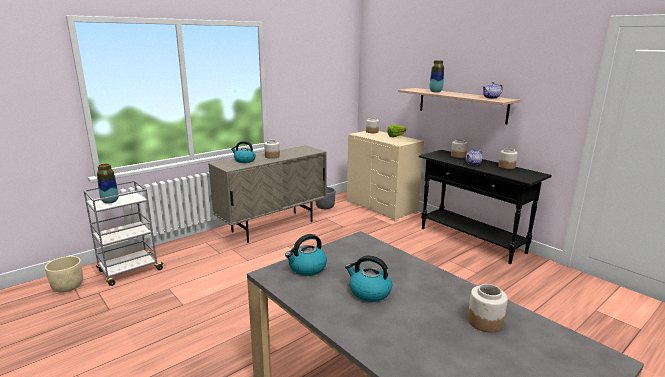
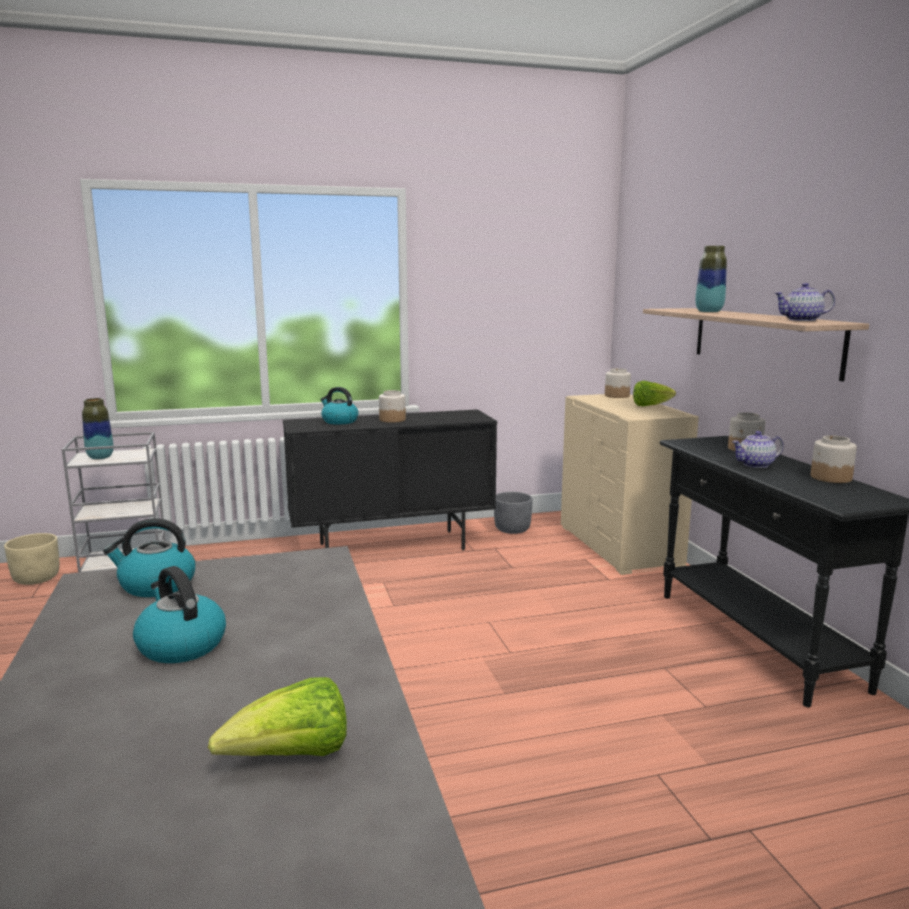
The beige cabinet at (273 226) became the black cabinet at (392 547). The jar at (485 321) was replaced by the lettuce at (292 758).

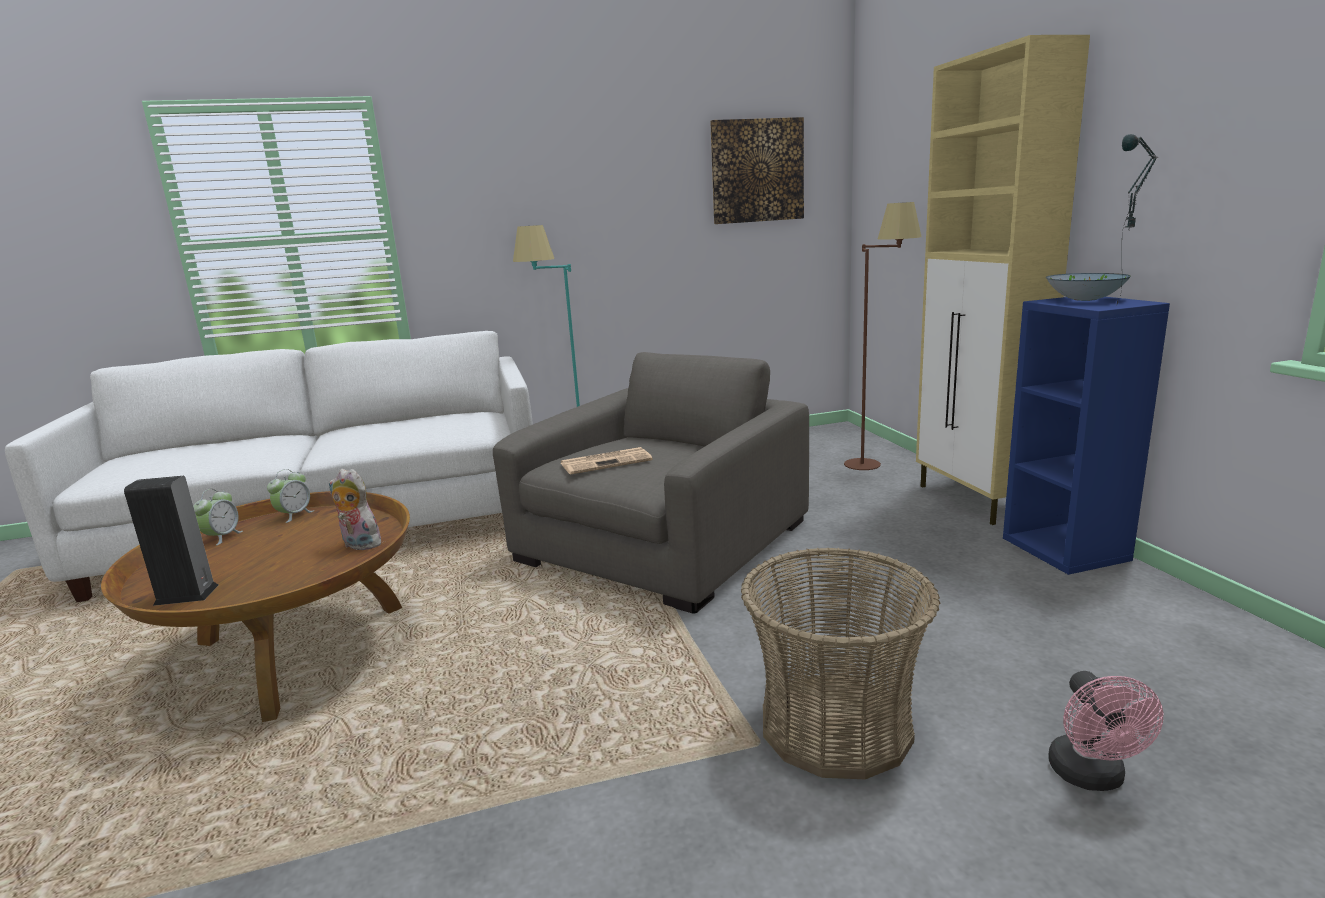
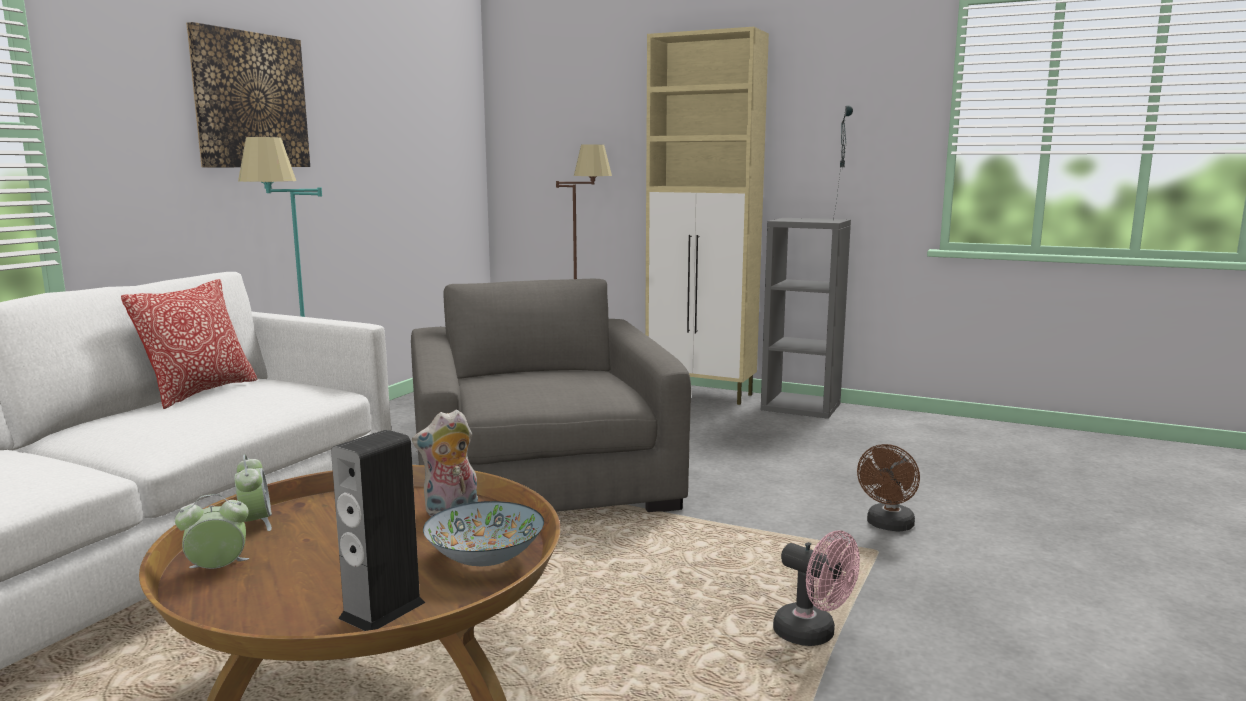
The alarm clock at (222 537) turned 75 degrees counterclockwise. The newspaper at (607 462) disappeared. The picture moved from (757 171) to (250 100). The basket at (836 726) was replaced by the brown fan at (888 526). The blue bookcase at (1066 549) became the grey bookcase at (802 406). The bowl moved from (1084 299) to (485 558). The pink fan moved from (1092 777) to (813 635). The pillow at (200 392) appeared.

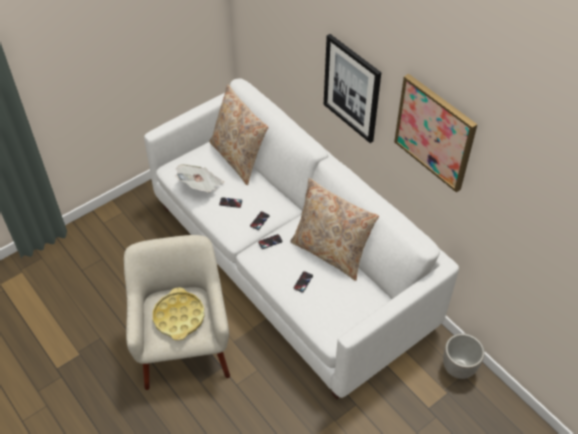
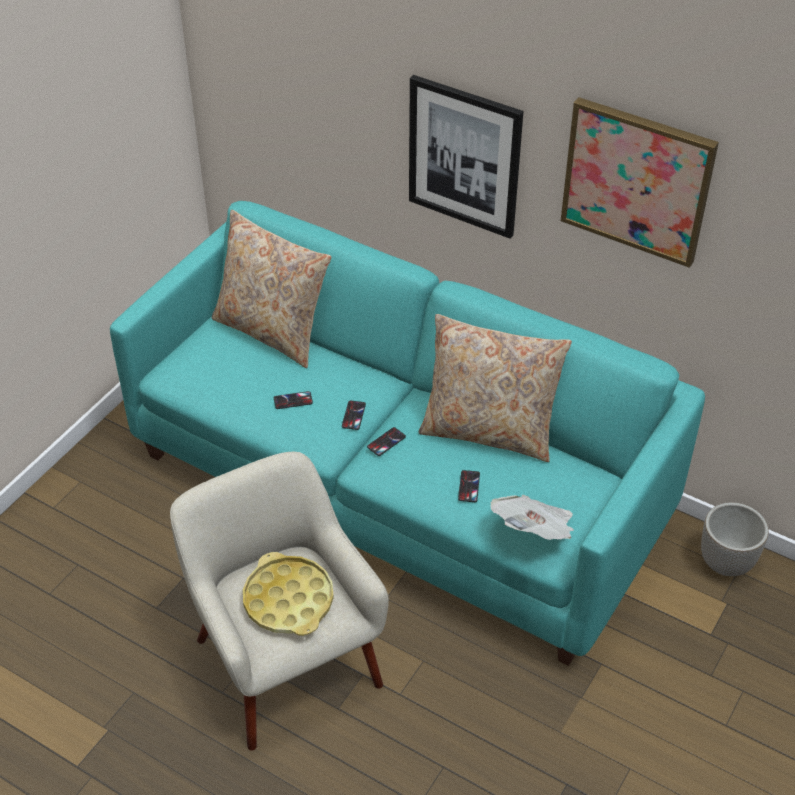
The white sofa at (289 265) became the turquoise sofa at (398 487). The newspaper moved from (201 186) to (534 531).

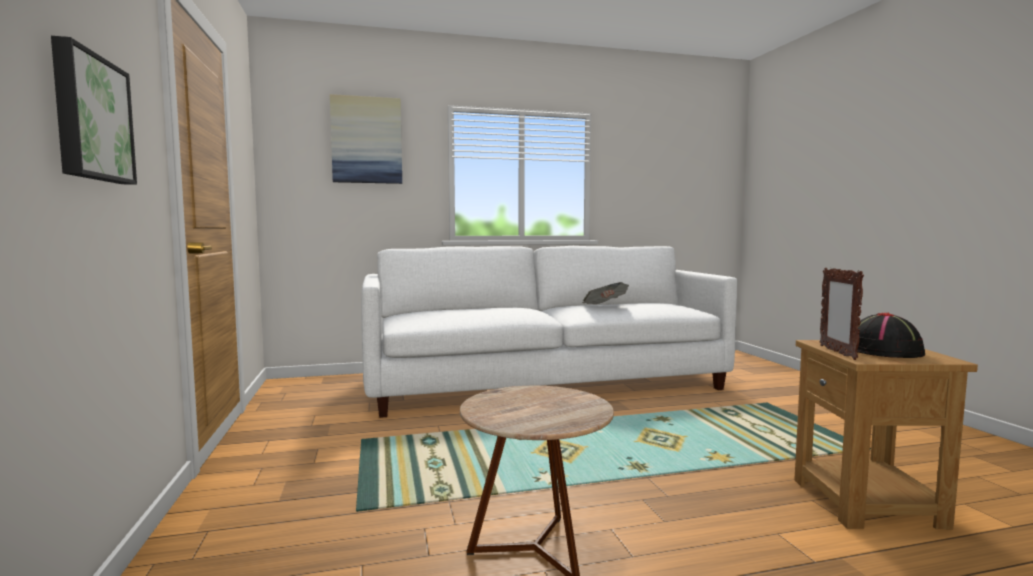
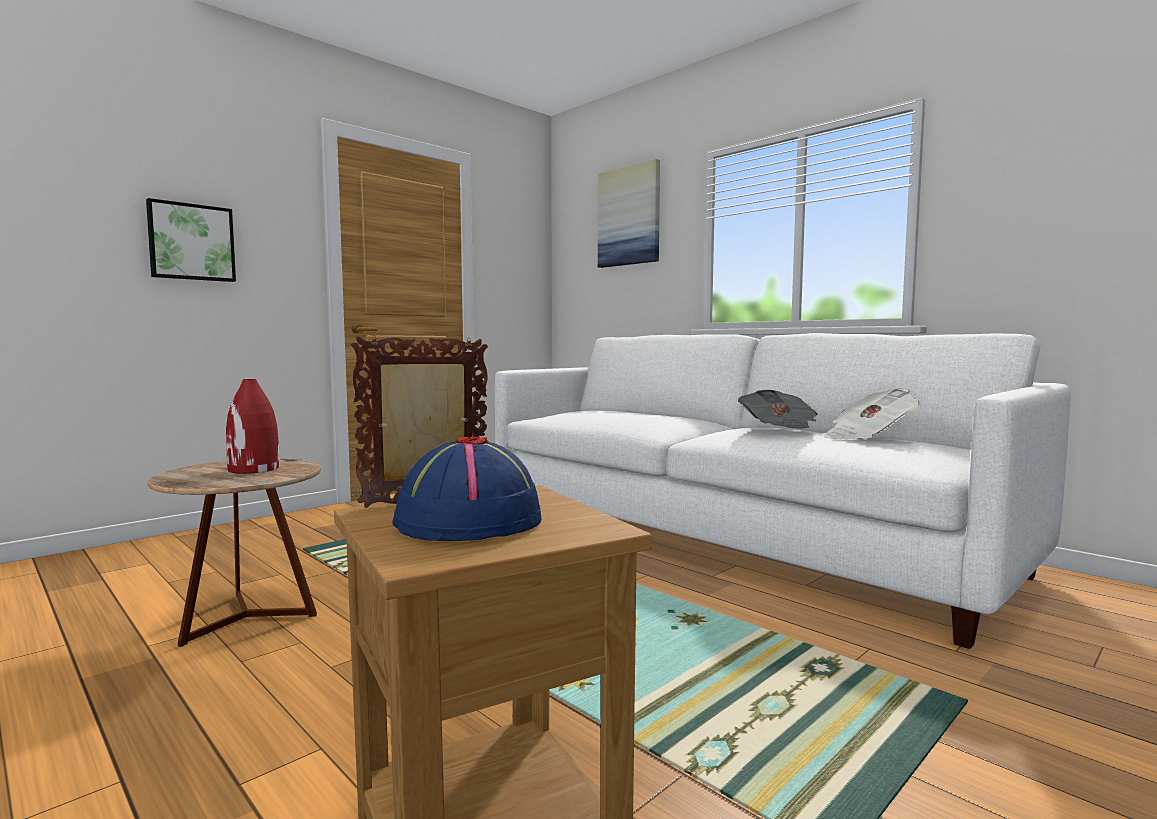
The black hat at (885 352) became the blue hat at (467 523). The red vase at (254 469) appeared. The newspaper at (867 438) appeared.

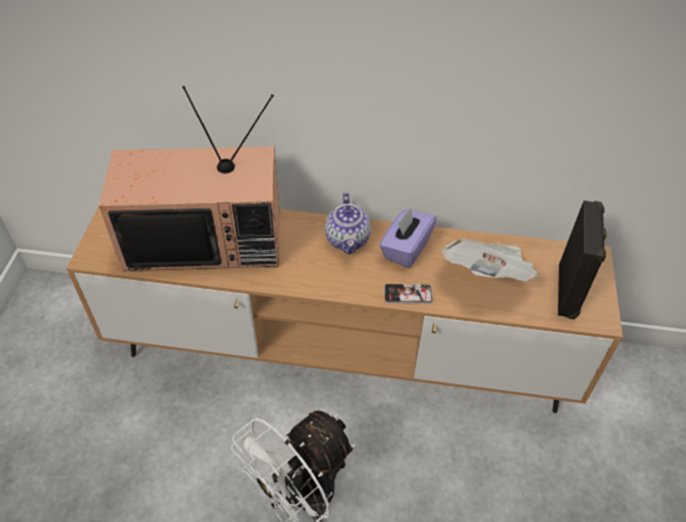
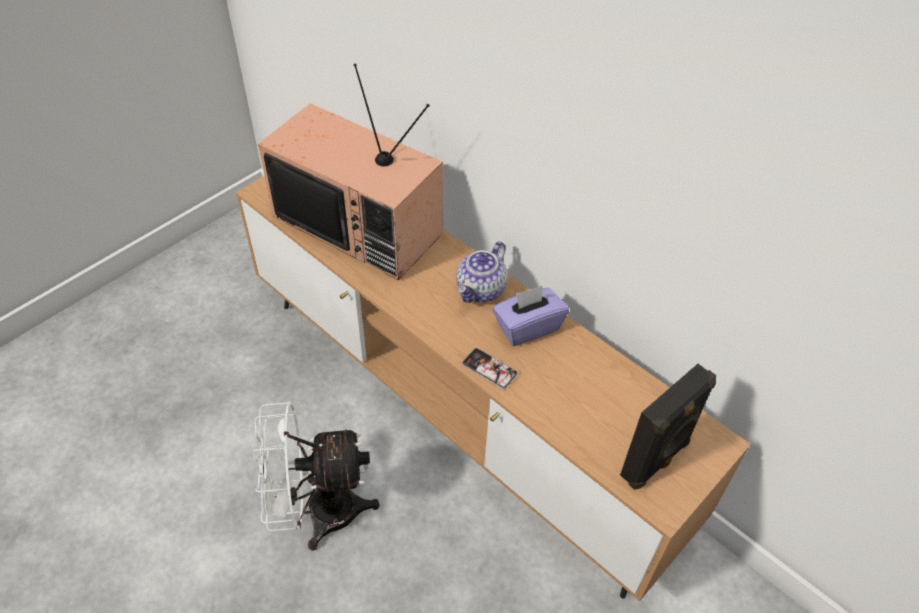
The newspaper at (487 275) disappeared.

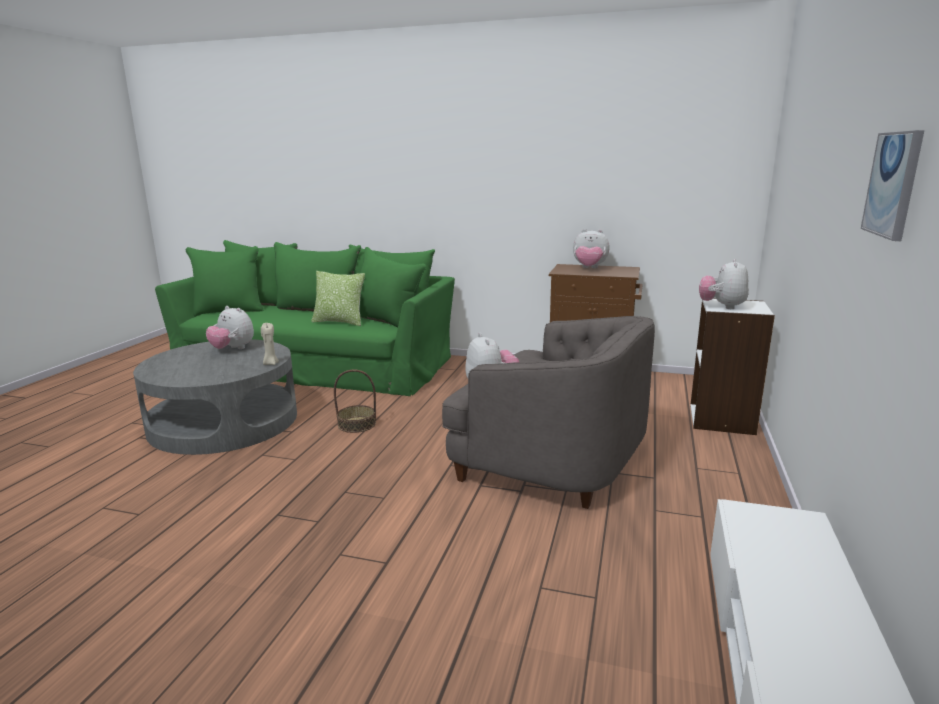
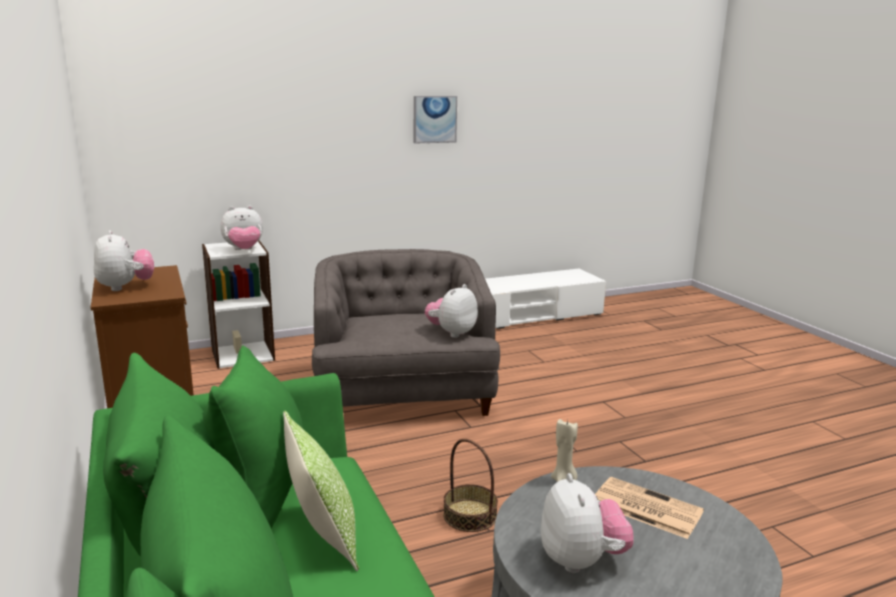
The newspaper at (644 507) appeared.

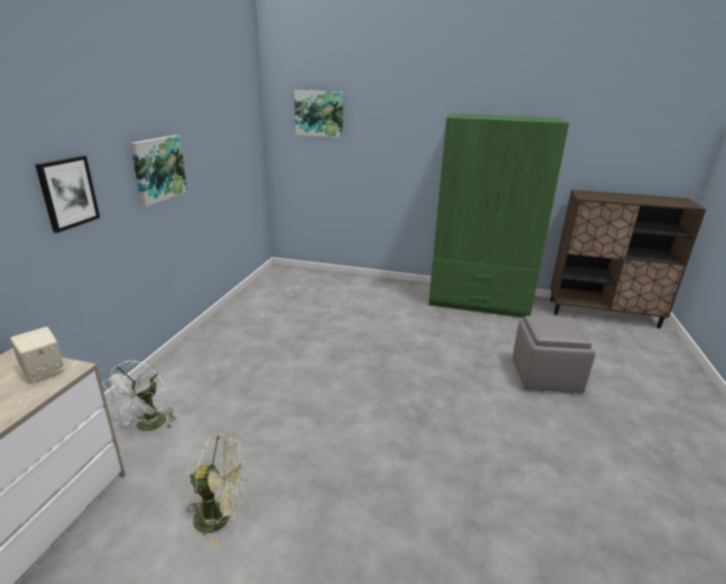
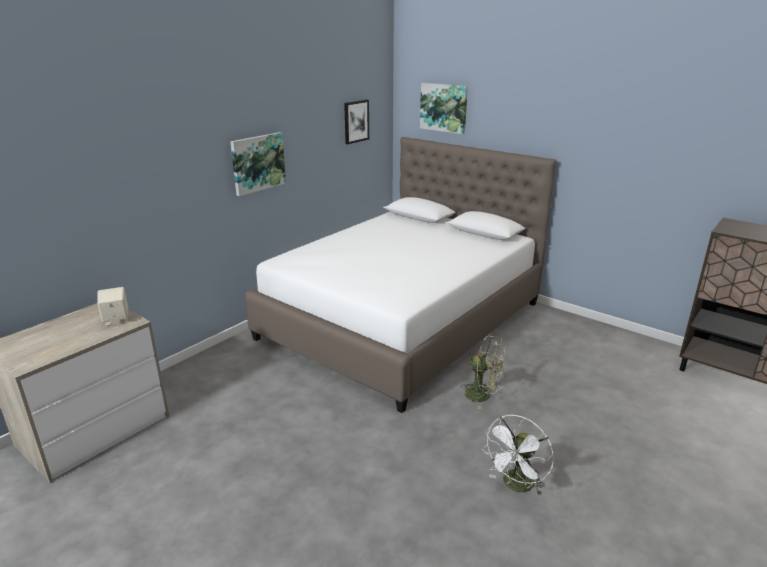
The picture moved from (68 193) to (356 121). The white fan moved from (148 426) to (516 486). The green fan moved from (221 517) to (483 396). The green wardrobe at (479 301) disappeared. The grey ottoman at (546 376) disappeared. The white bed at (403 320) appeared.

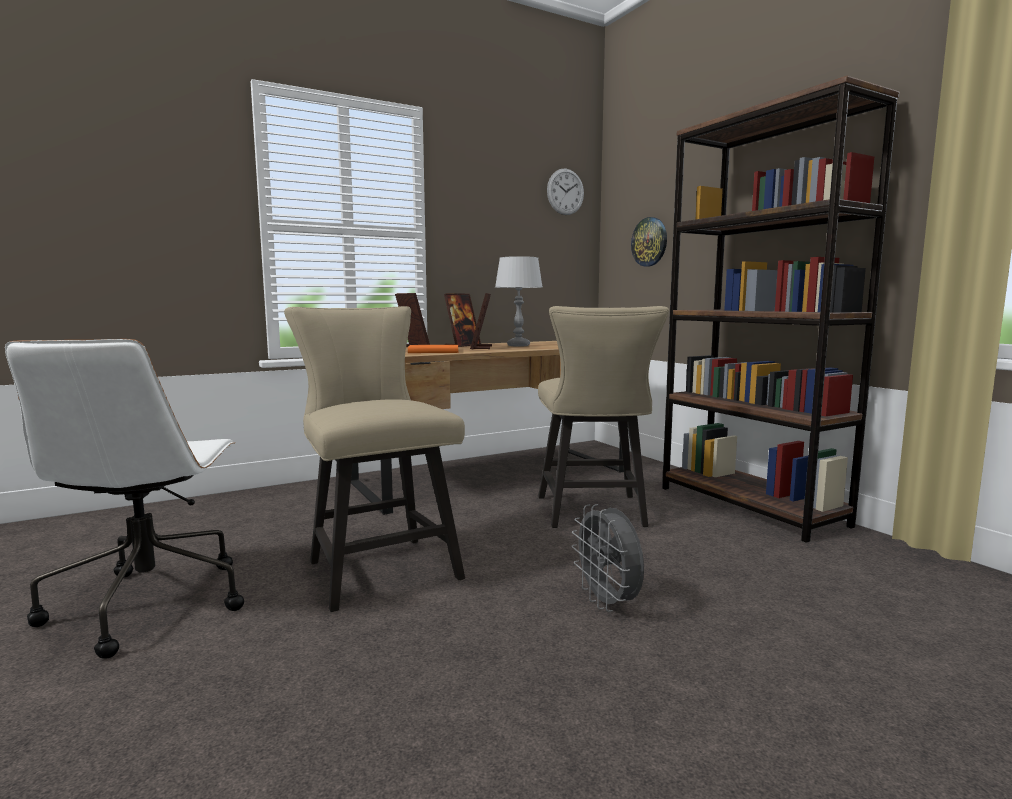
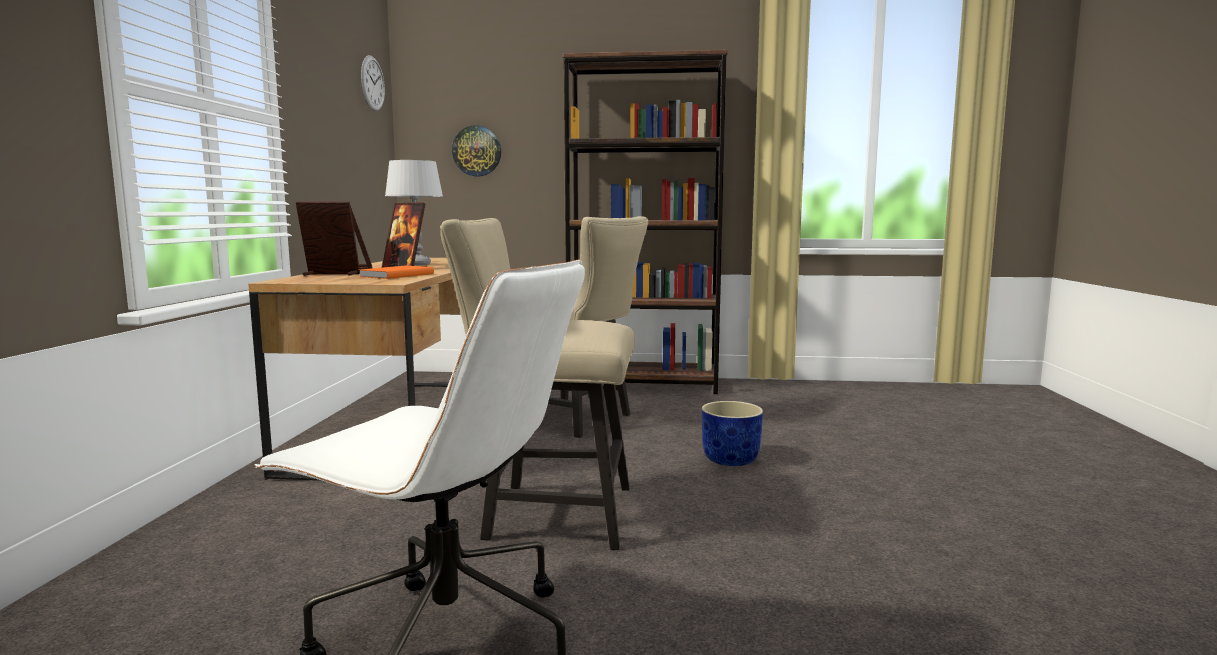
The grey fan at (608 603) was replaced by the blue planter at (731 459).

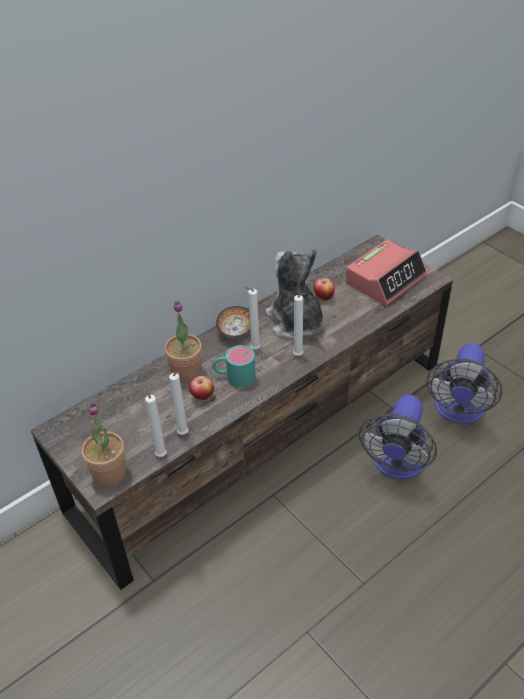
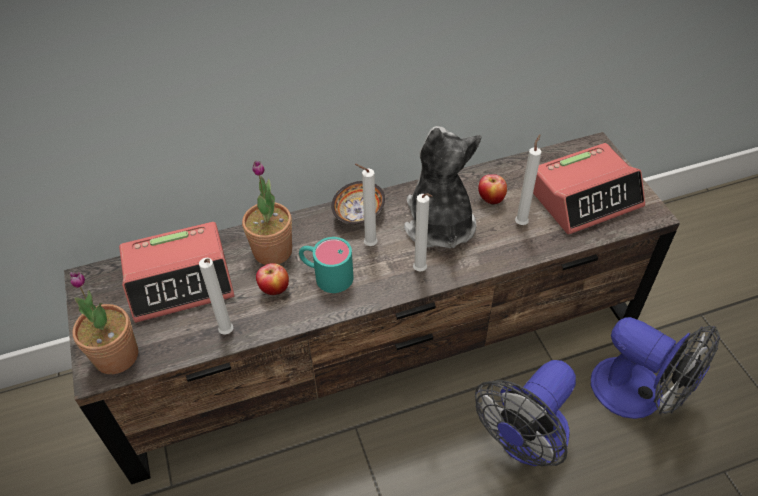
The white candle moved from (161 453) to (521 222). The fan at (458 411) turned 90 degrees counterclockwise. The alarm clock at (181 280) appeared.

